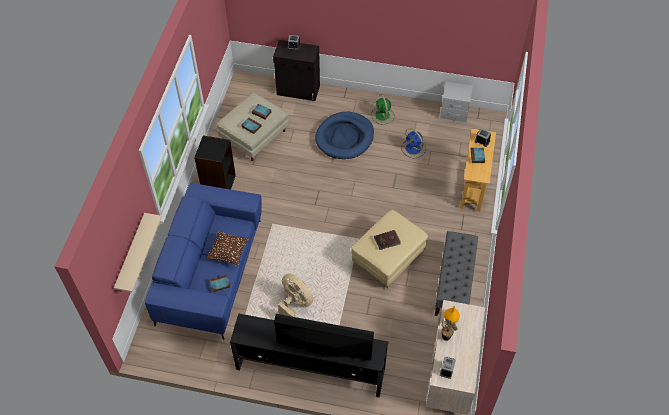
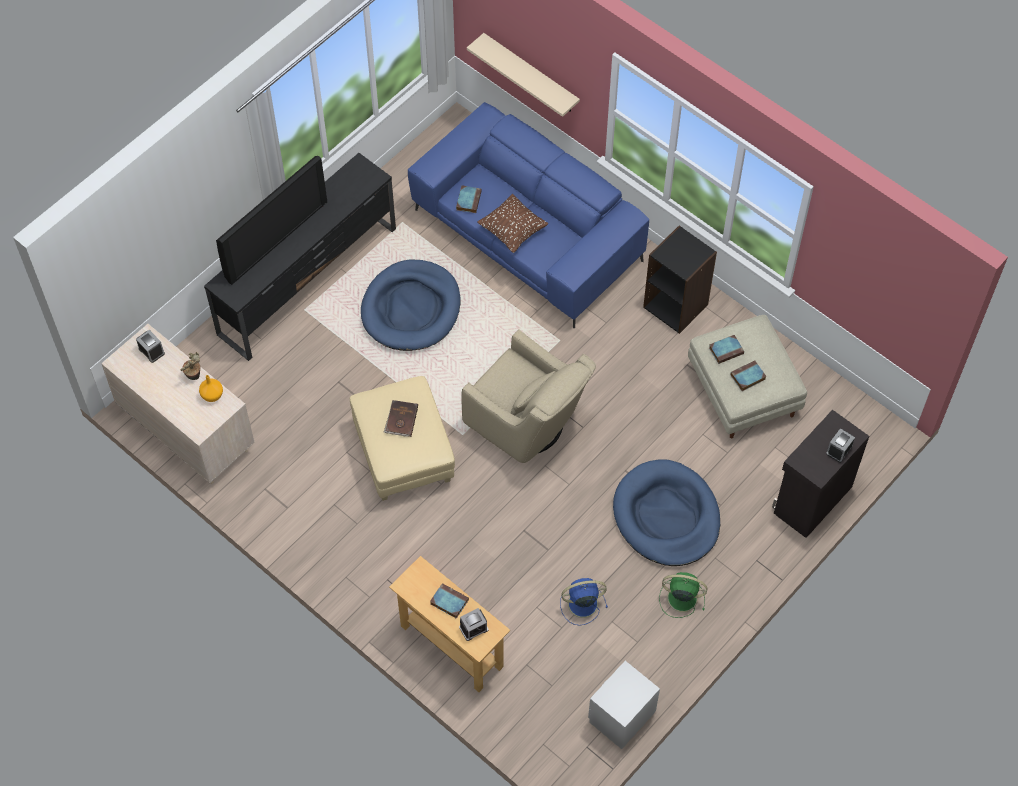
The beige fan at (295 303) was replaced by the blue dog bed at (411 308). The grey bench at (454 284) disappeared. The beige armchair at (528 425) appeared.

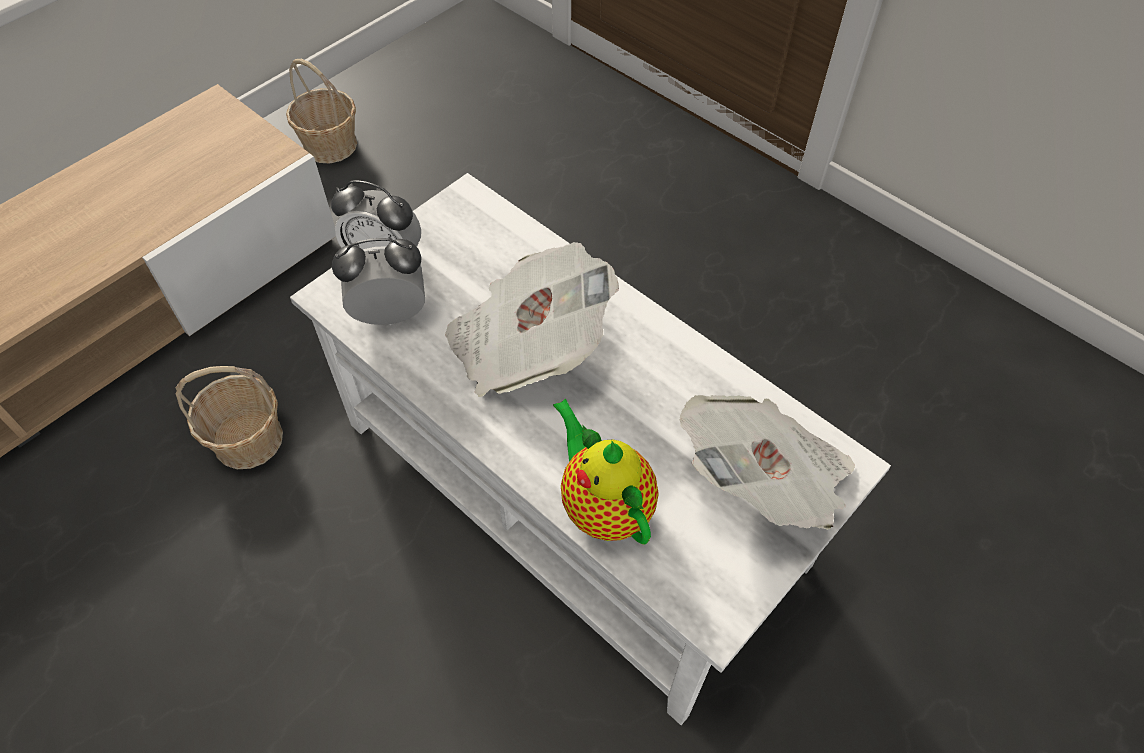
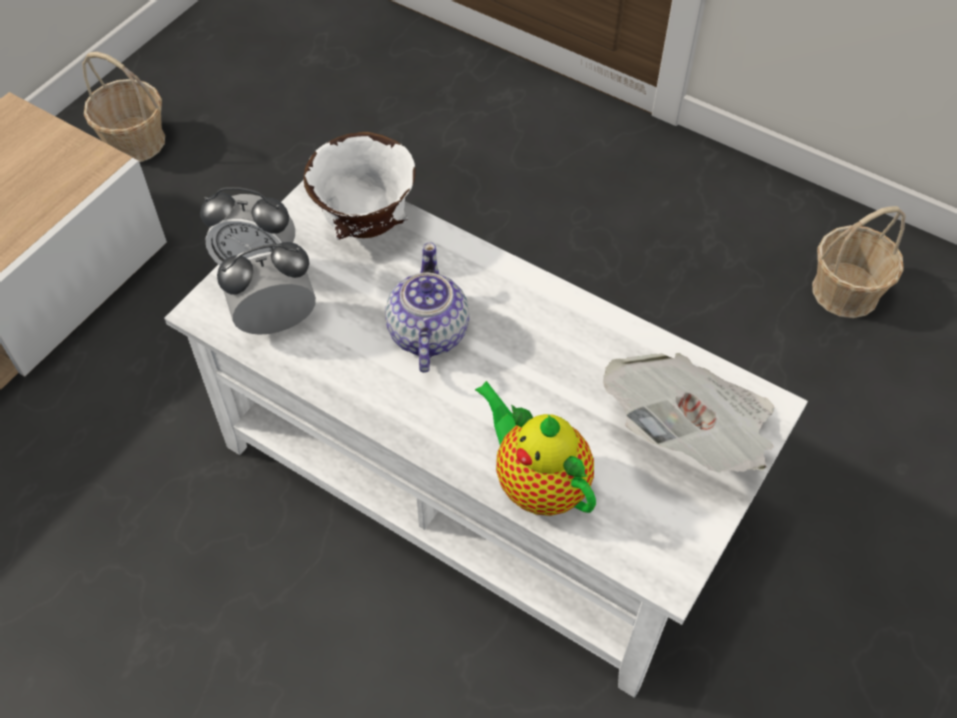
The basket moved from (249 439) to (846 291). The newspaper at (527 345) was replaced by the teapot at (427 334). The white bowl at (365 225) appeared.

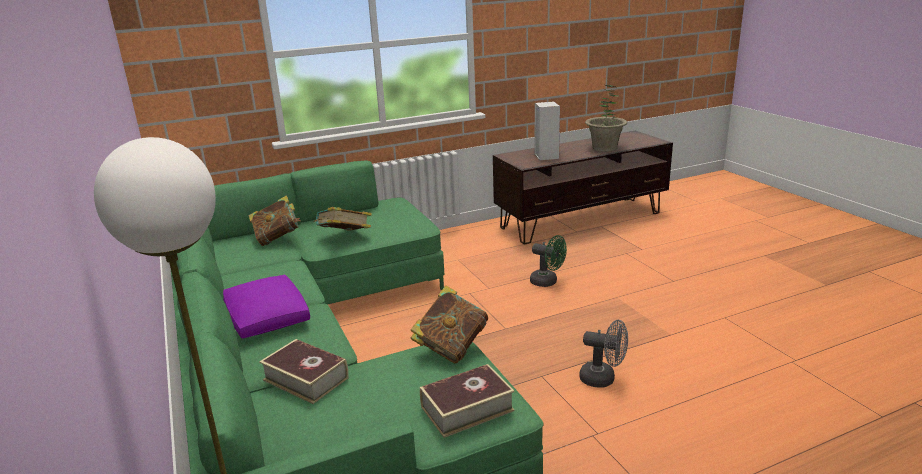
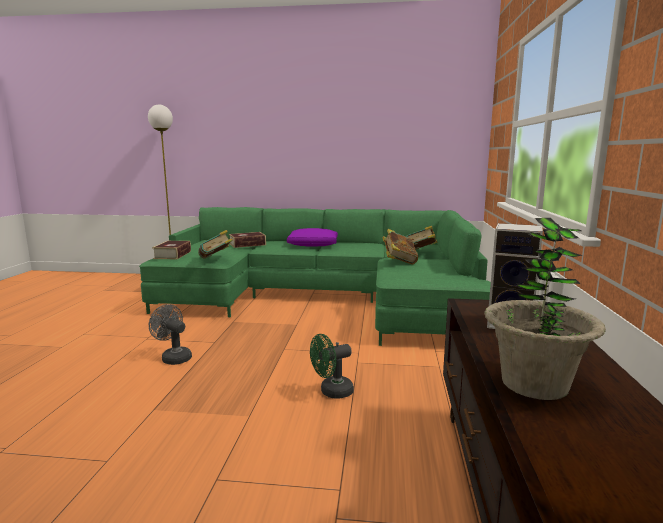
The grey fan at (603 379) turned 75 degrees clockwise.

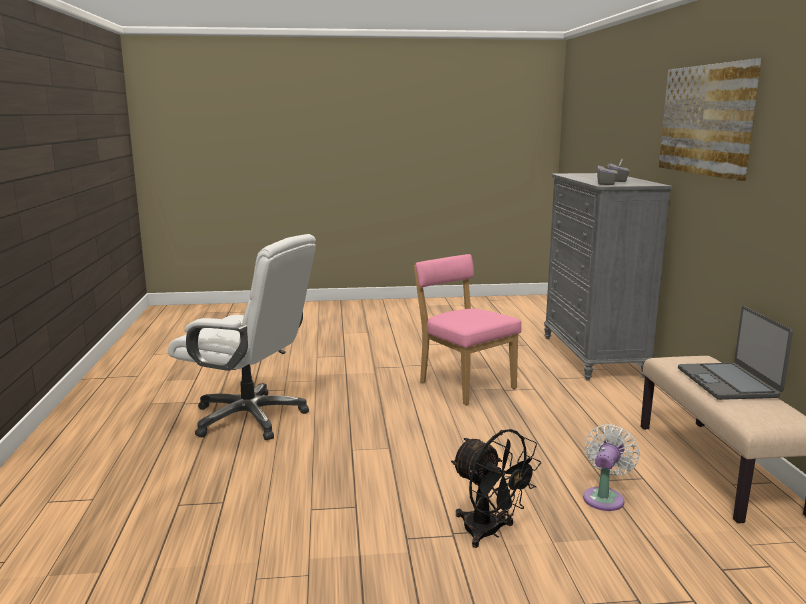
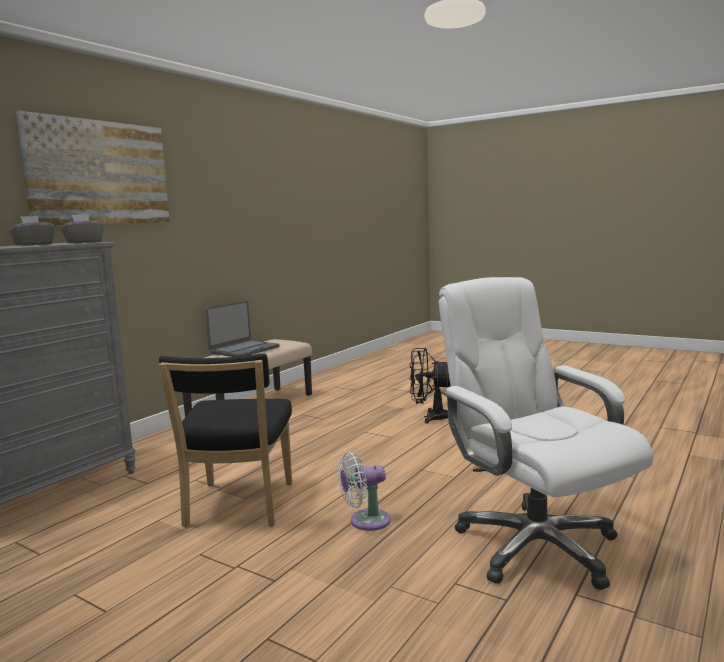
The pink chair at (464 384) became the black chair at (237 507). The black fan at (489 533) turned 75 degrees counterclockwise. The white fan moved from (604 497) to (365 521).

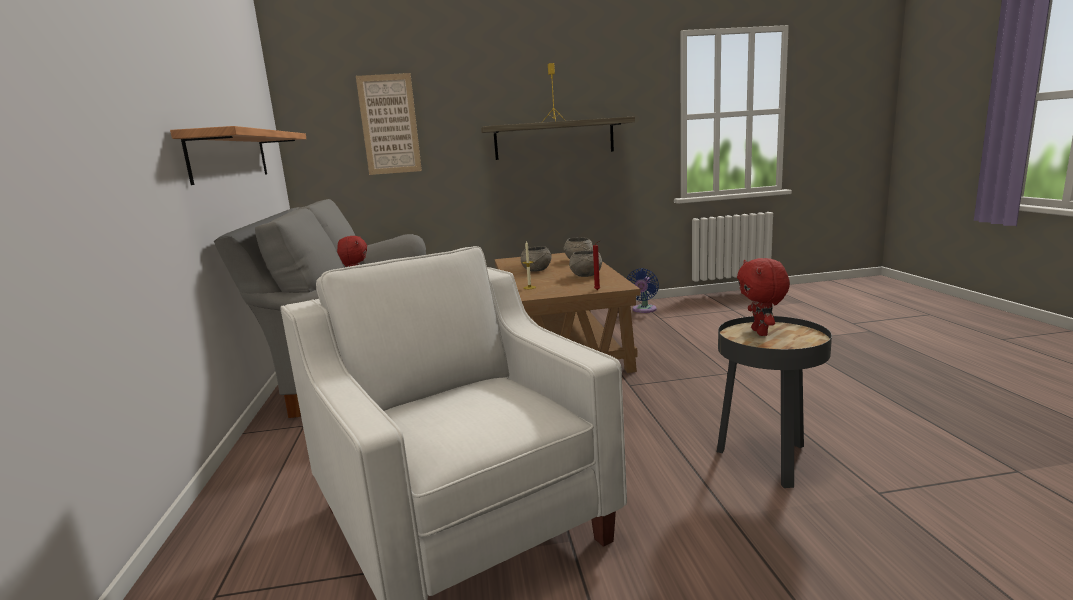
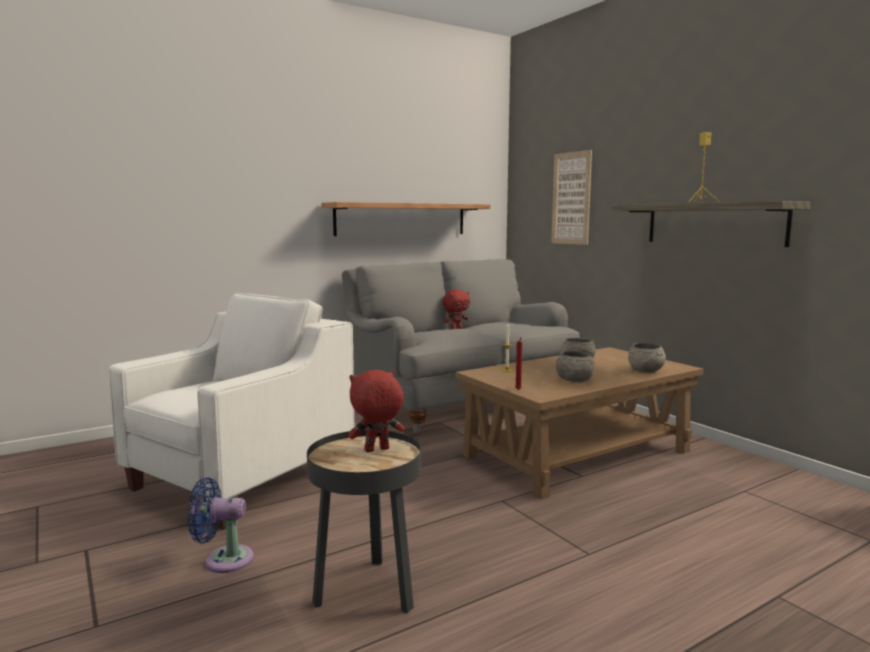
The blue fan moved from (643 310) to (223 560).

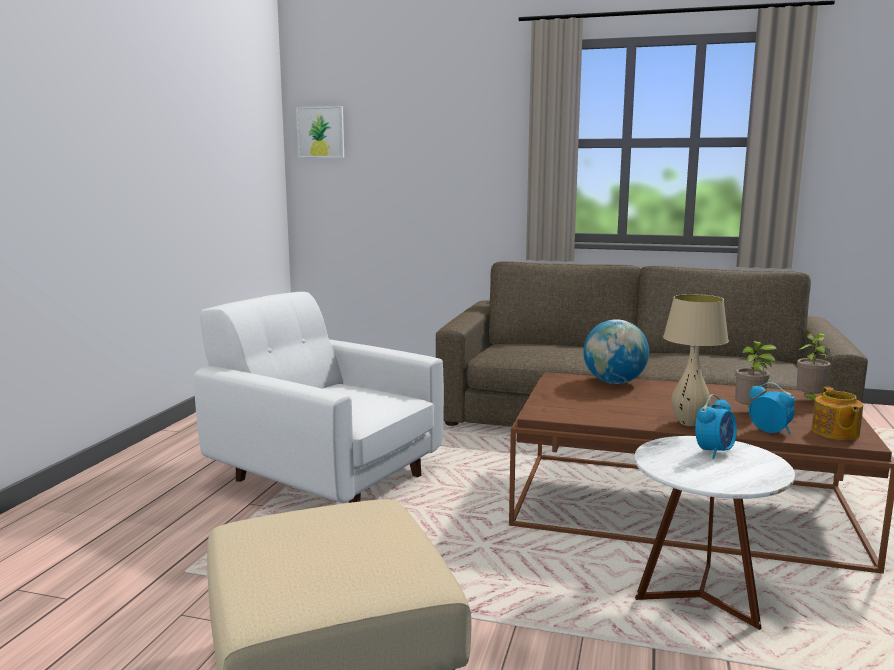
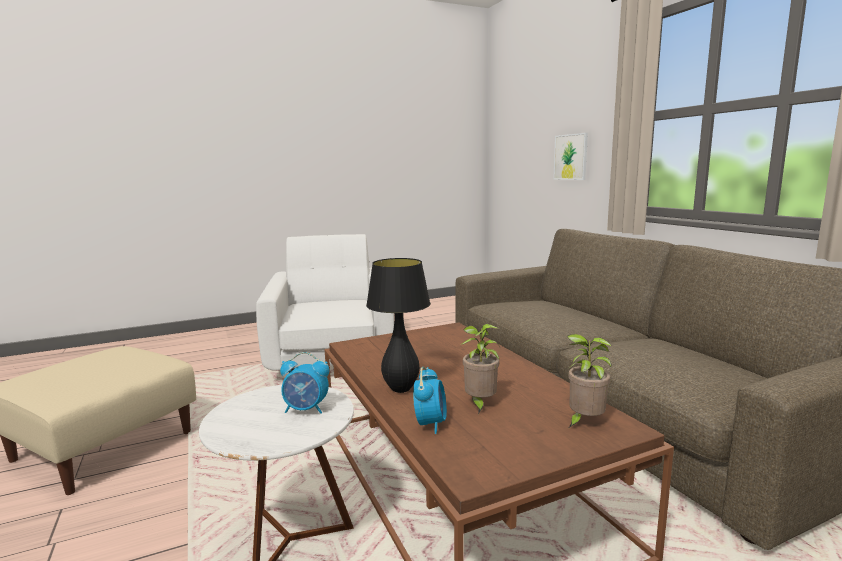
The picture moved from (320 132) to (570 157). The globe at (614 382) disappeared. The beige table lamp at (689 423) became the black table lamp at (401 389). The teapot at (835 433) disappeared.

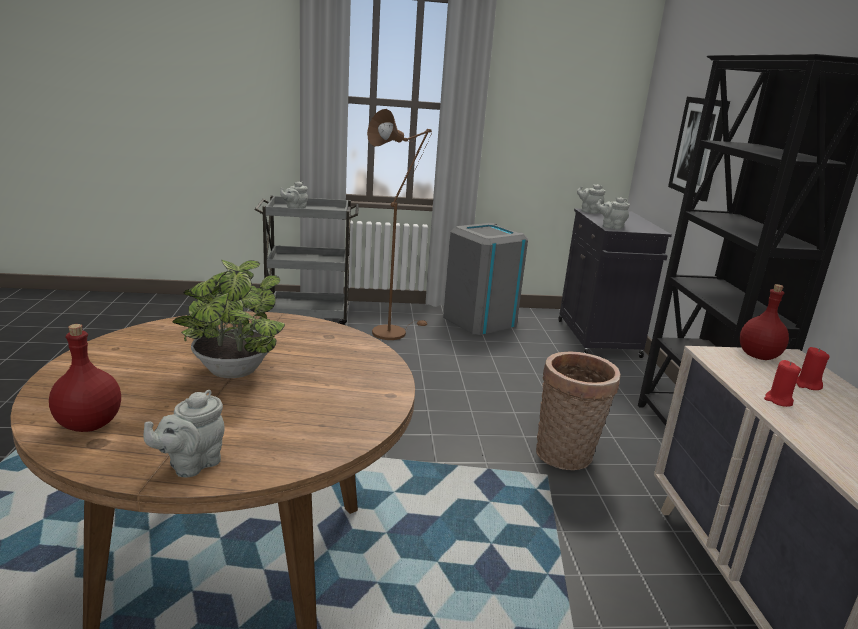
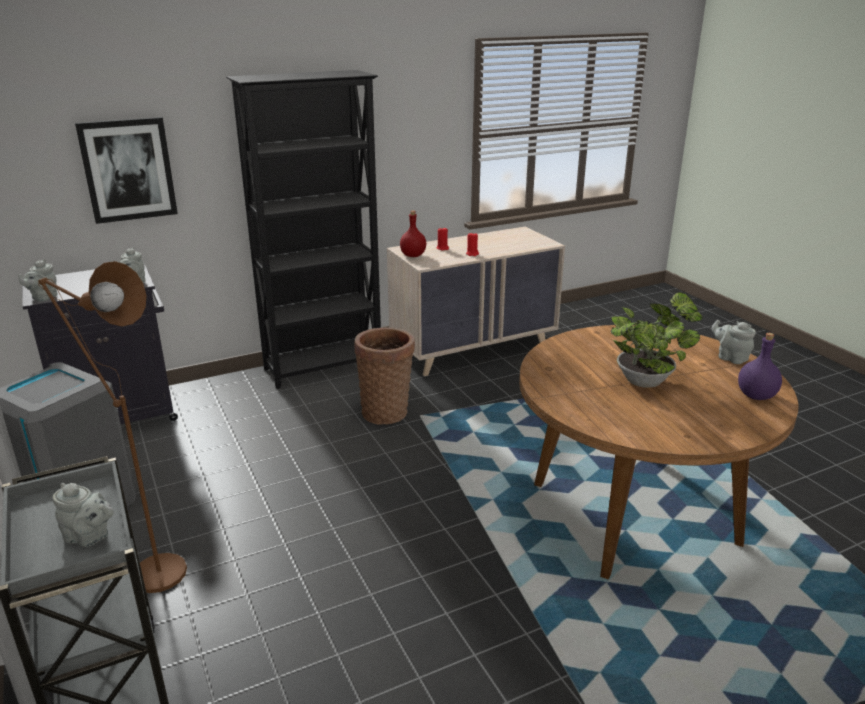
The red bottle at (88 425) became the purple bottle at (757 396). The grey teapot at (191 464) turned 150 degrees counterclockwise.

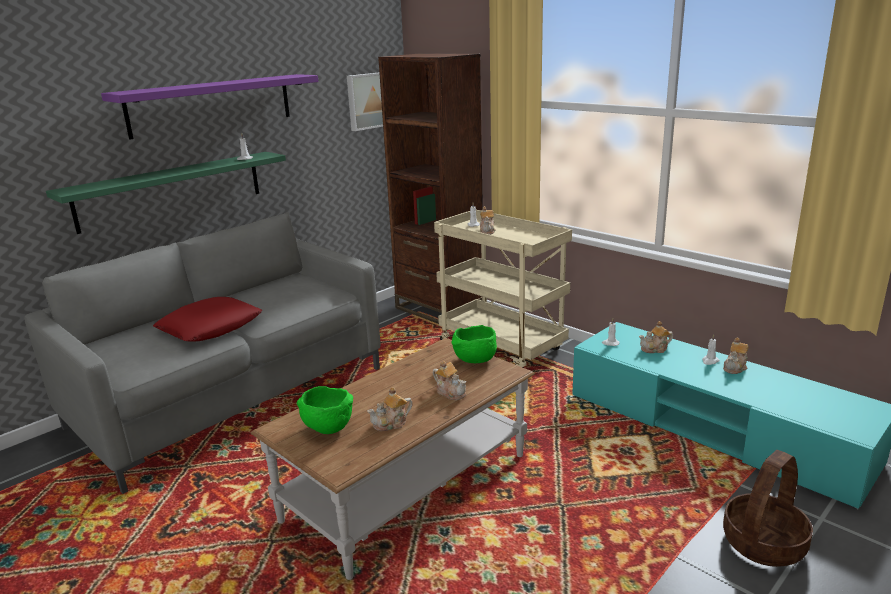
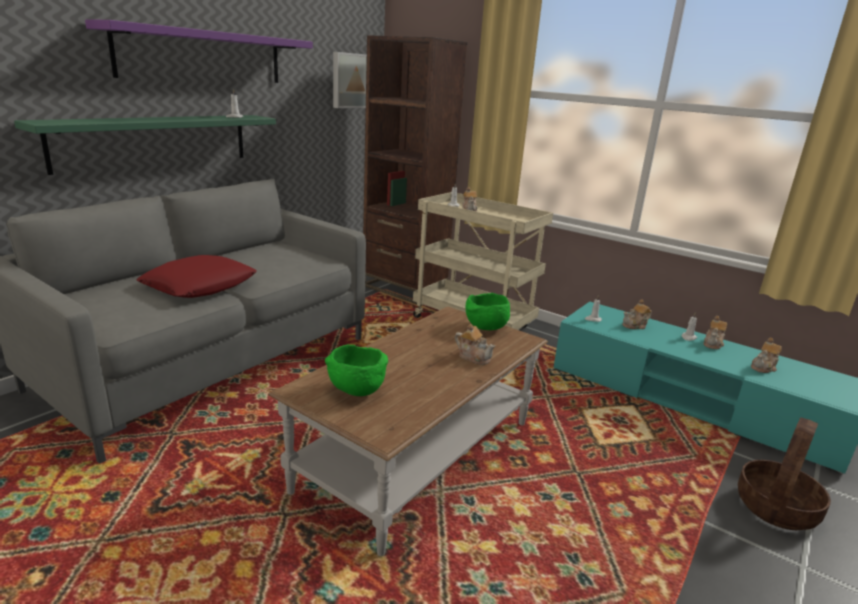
The teapot moved from (391 423) to (764 367).

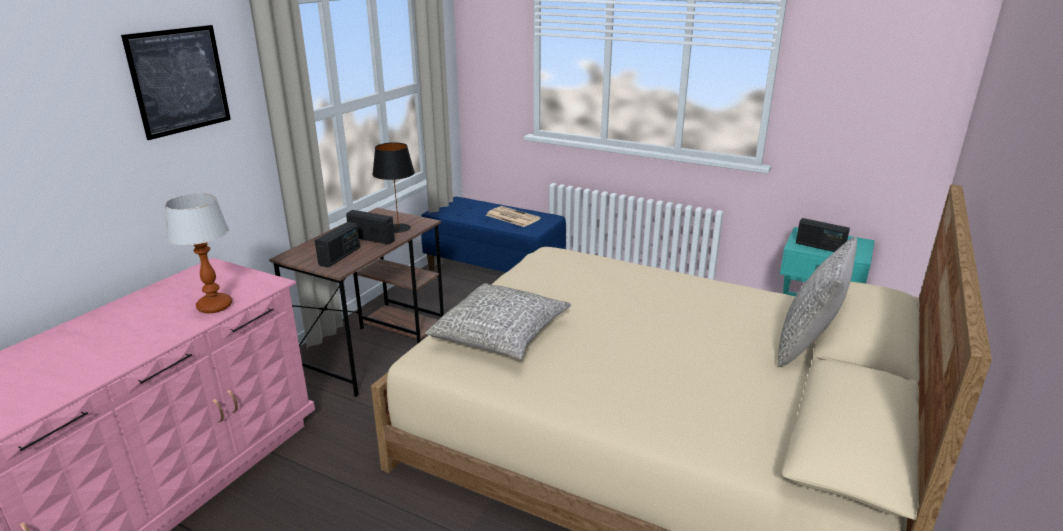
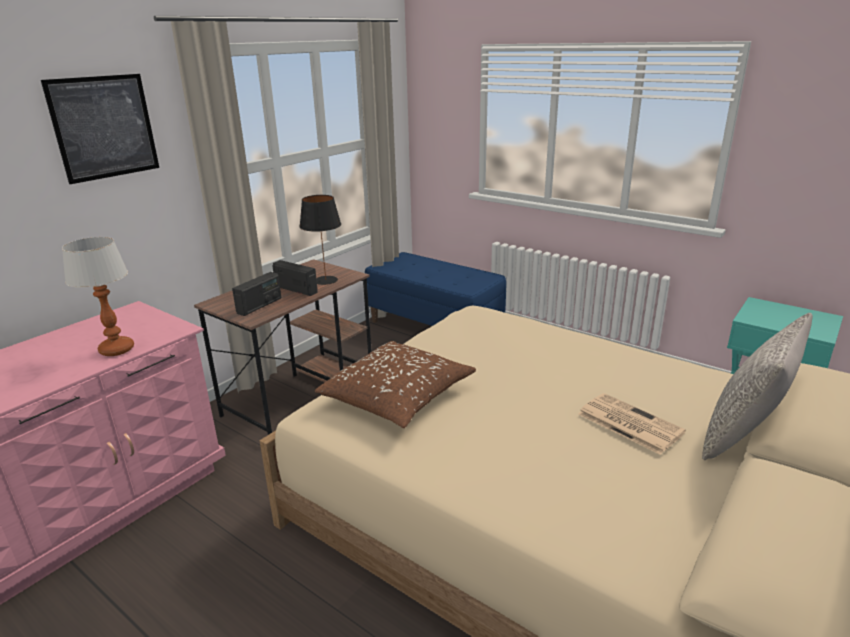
The grey pillow at (500 335) became the brown pillow at (397 397). The newspaper moved from (512 217) to (628 423). The radio at (819 247) disappeared.

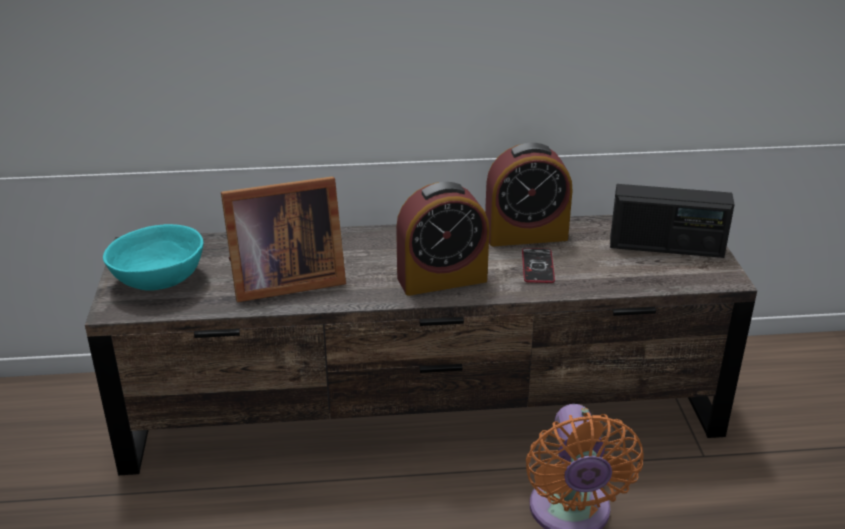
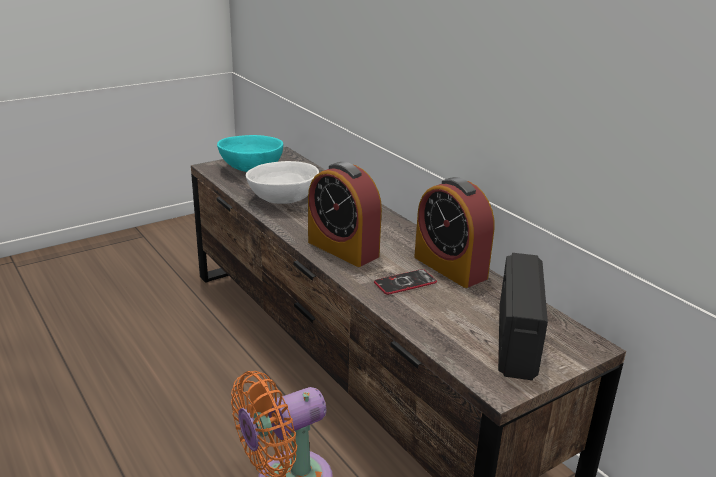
The picture frame at (282 281) was replaced by the white bowl at (284 199). The radio at (666 247) turned 150 degrees counterclockwise.

